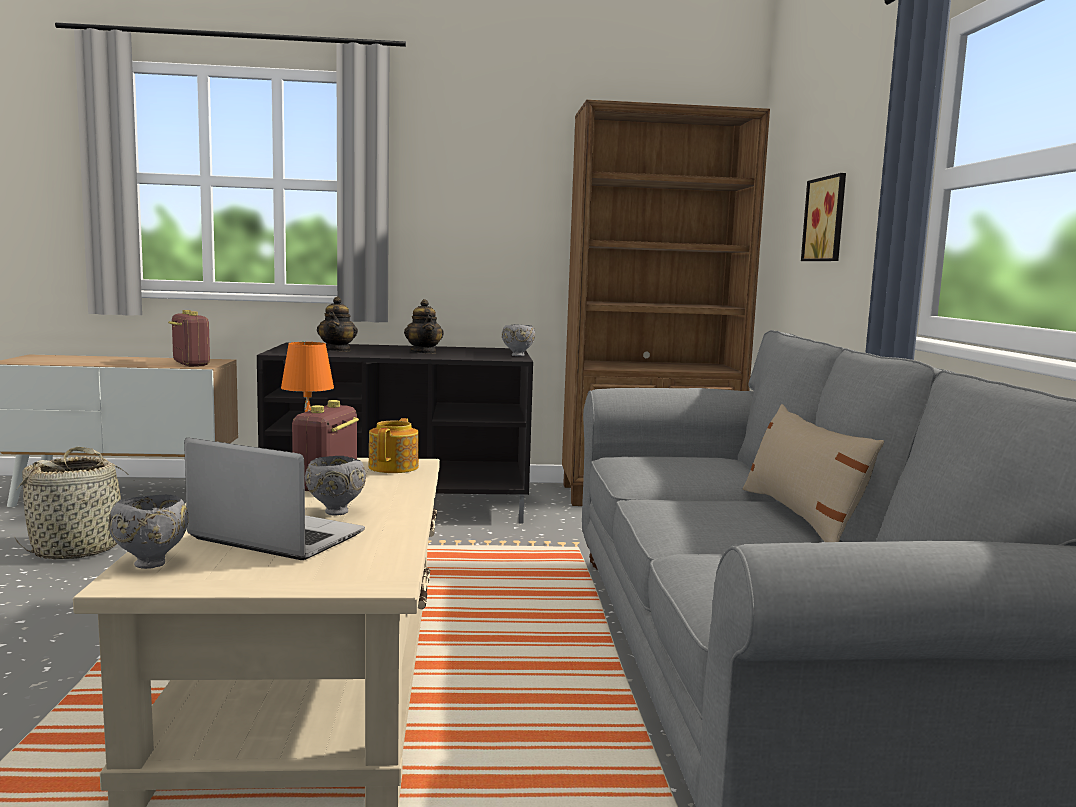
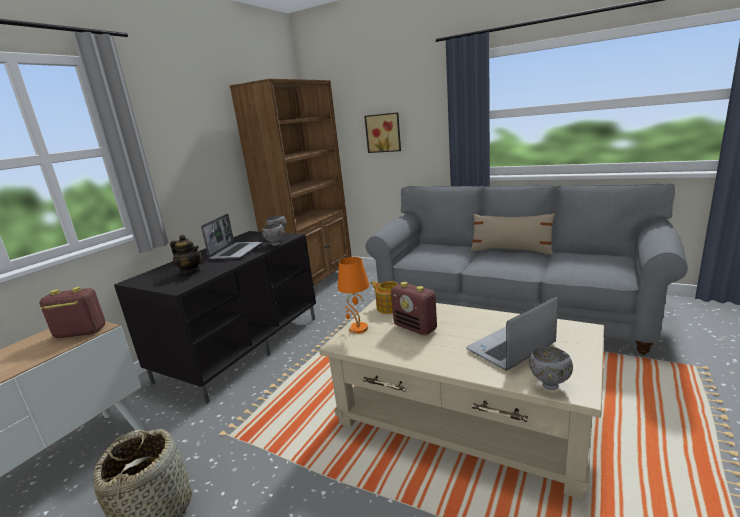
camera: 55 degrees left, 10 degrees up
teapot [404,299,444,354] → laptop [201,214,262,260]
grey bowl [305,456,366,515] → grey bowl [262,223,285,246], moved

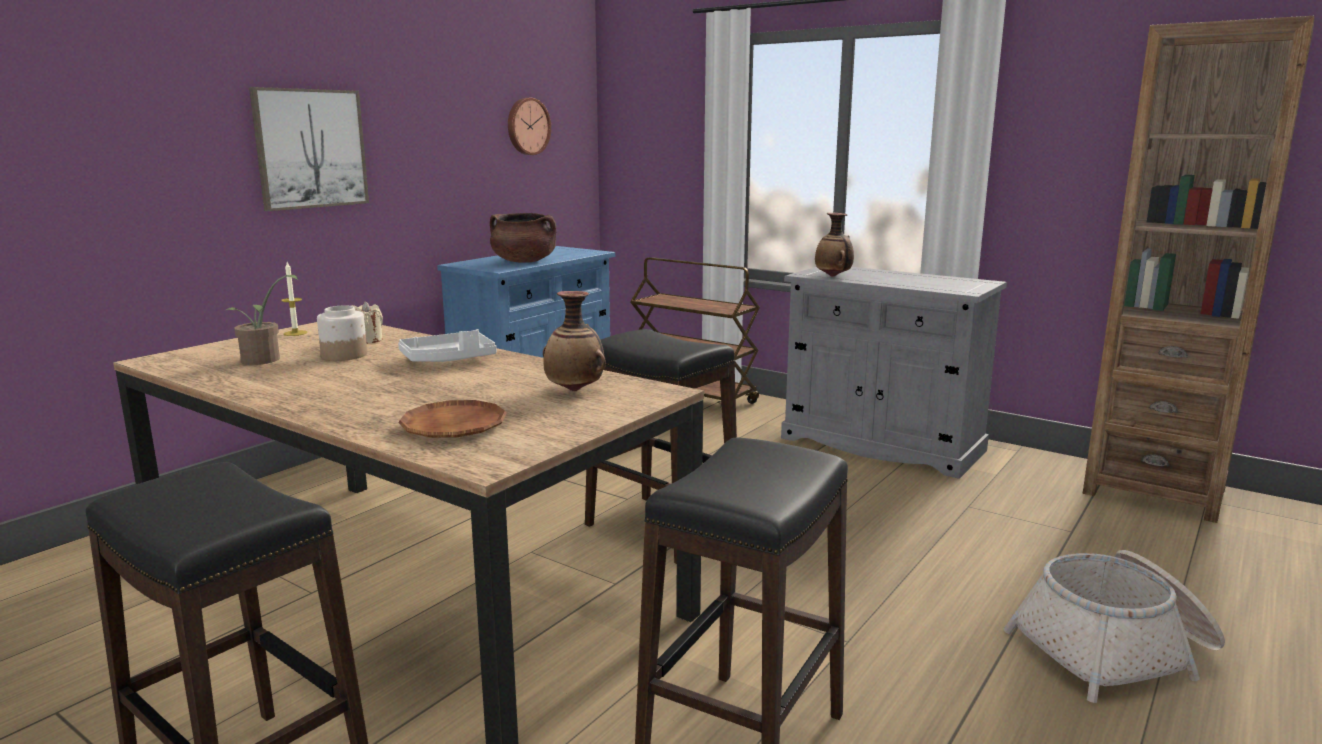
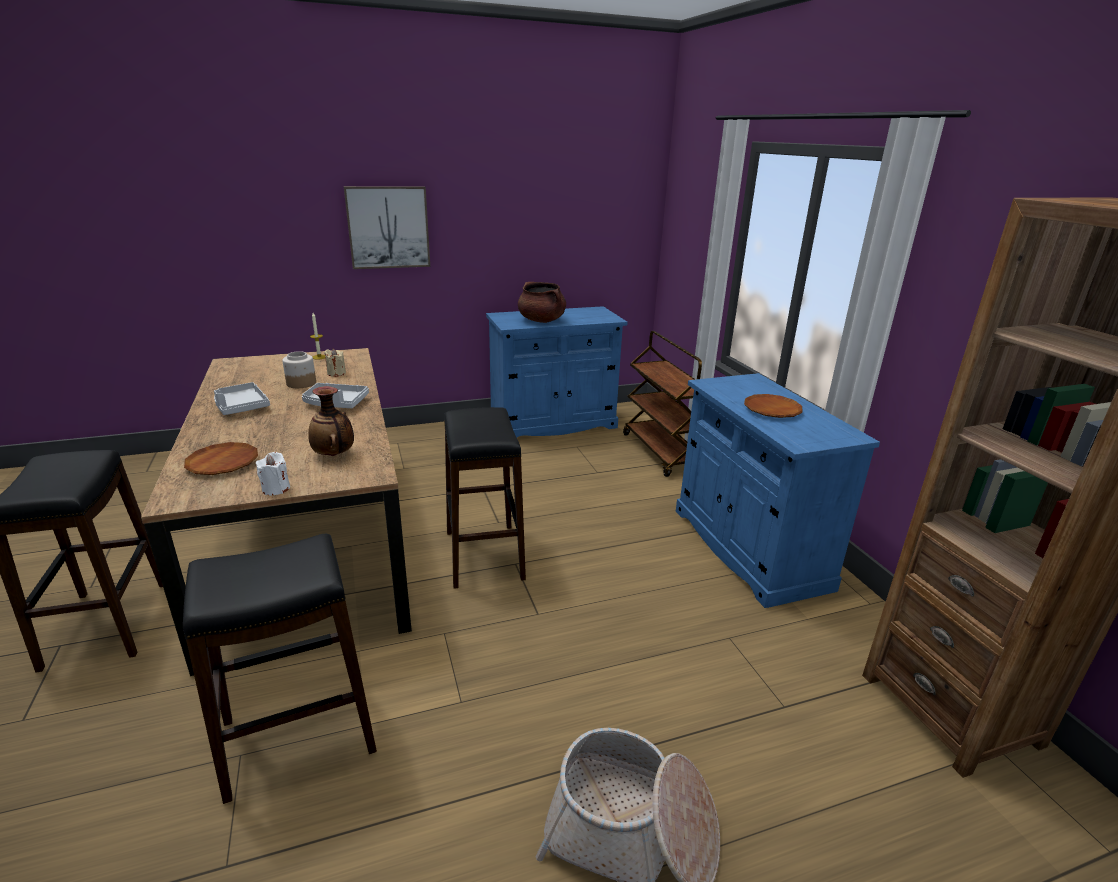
camera: 35 degrees right, 10 degrees up
wall clock [508,98,551,155] → -
vase [815,213,854,277] → -
grey cabinet [781,267,1007,479] → blue cabinet [676,373,880,608]
potted plant [226,275,299,365] → -
- → grey tray [214,382,270,415]
- → brown plate [744,394,802,418]
- → white candle [256,452,290,495]

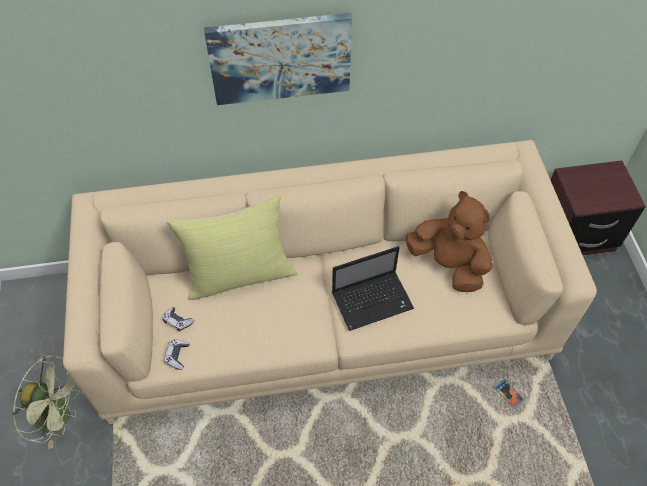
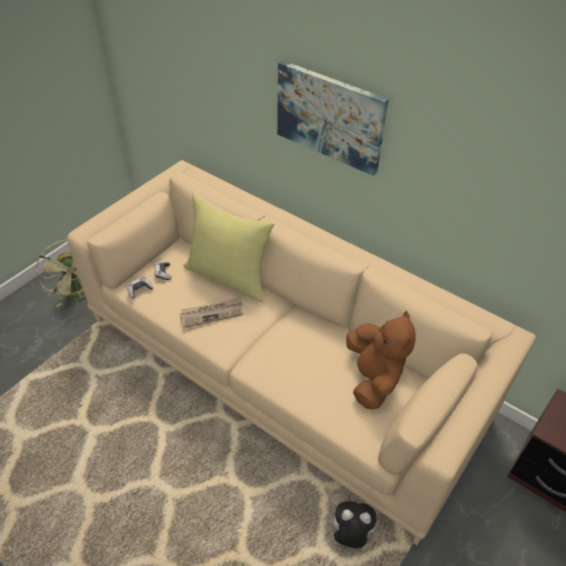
camera: 45 degrees right, 10 degrees down
laptop [332,246,414,331] → -
phone [494,379,524,409] → plush toy [328,501,376,548]
- → newspaper [180,297,244,328]

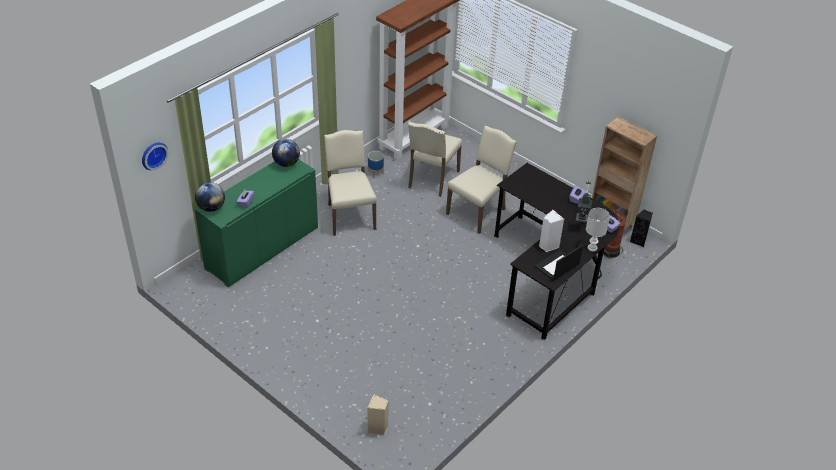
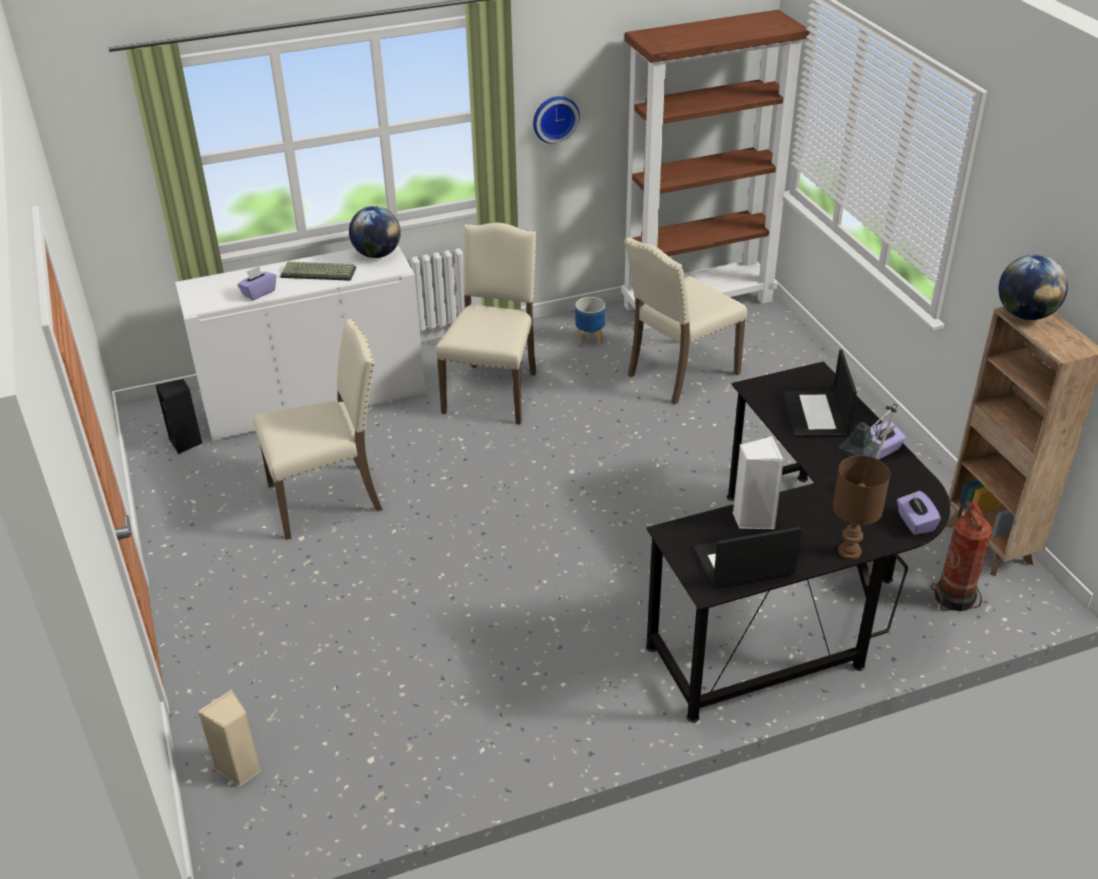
camera: 30 degrees right, 5 degrees down
beige chair [446,125,517,234] → beige chair [253,319,383,540], moved
wall clock [142,142,169,170] → wall clock [533,96,580,144], moved
green cabinet [195,159,318,287] → white cabinet [175,245,426,441]
globe [195,182,225,212] → globe [998,255,1068,320], moved
white table lamp [586,208,610,251] → brown table lamp [833,455,890,560]
black speaker [630,209,653,247] → black speaker [156,379,202,454], moved
- → keyboard [280,261,356,281]
- → laptop [783,349,857,438]

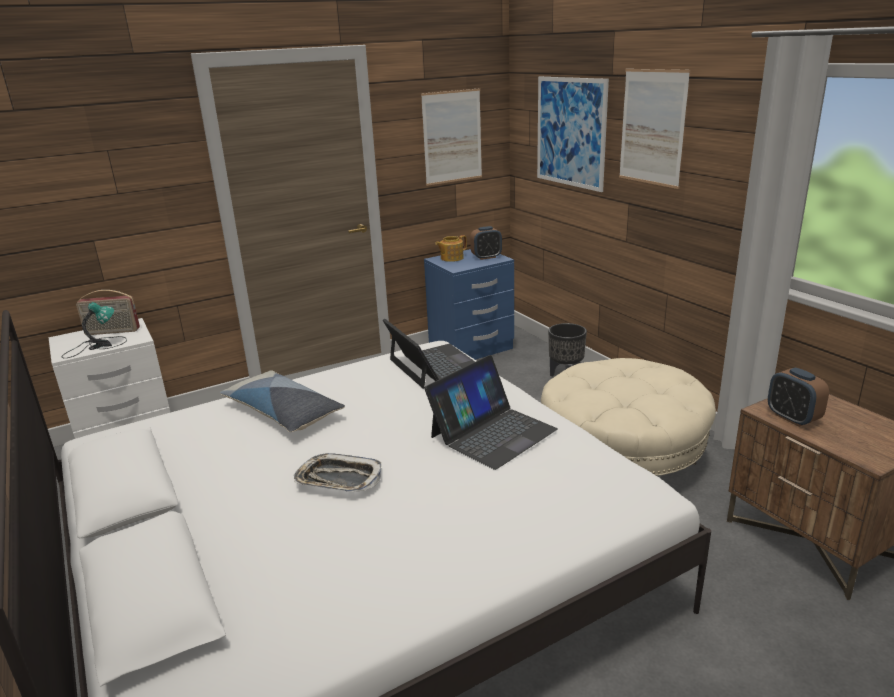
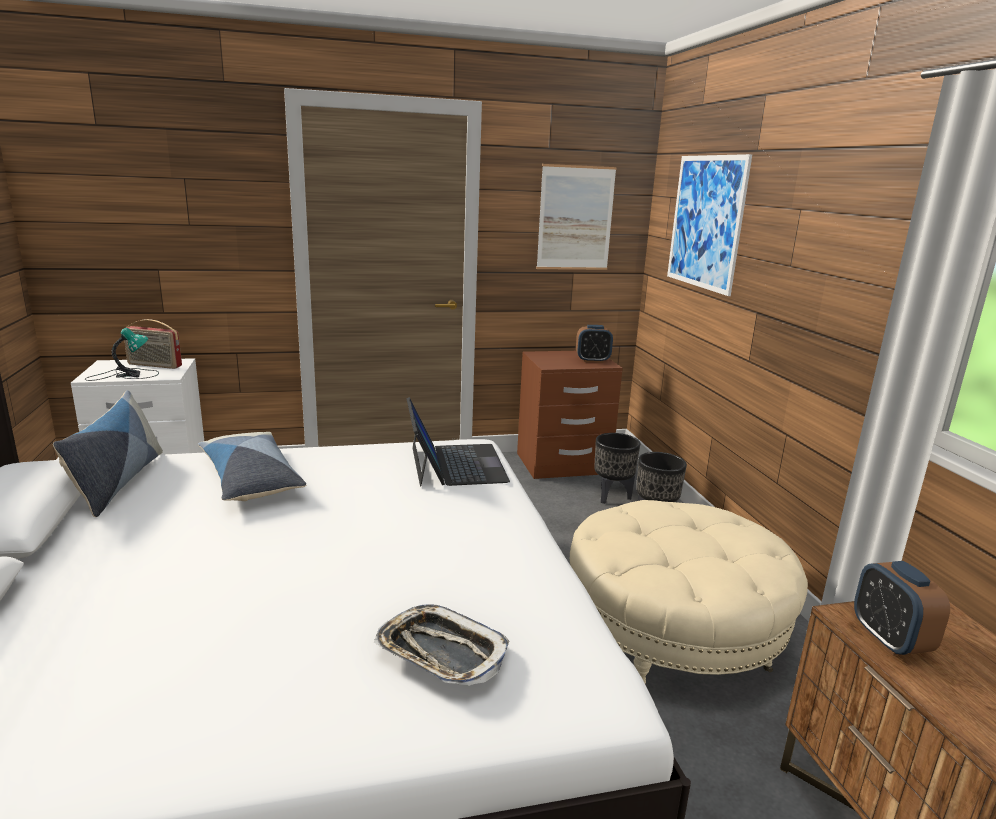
camera: 15 degrees right, 5 degrees down
picture [619,69,690,189] → -
teapot [435,235,467,262] → -
blue nightstand [424,249,514,360] → brown nightstand [517,351,623,479]
laptop [424,355,557,470] → -
tray [294,453,381,492] → tray [374,604,510,686], moved
- → pillow [53,390,163,517]
- → black planter [594,433,640,504]

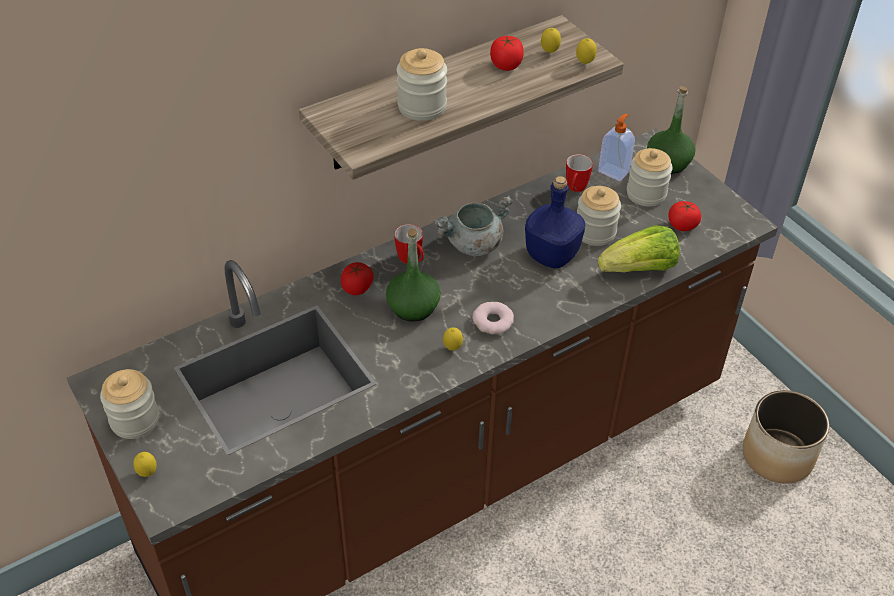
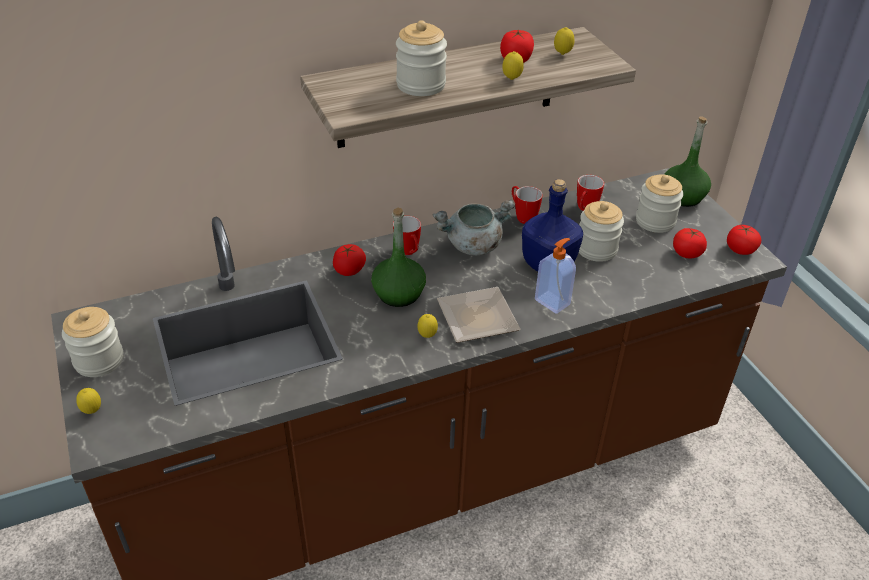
camera: 10 degrees right, 5 degrees down
lemon [576,38,597,64] → lemon [502,51,524,80], moved
soap dispenser [598,114,635,181] → soap dispenser [535,238,576,314], moved
lettuce [598,225,680,272] → -
donut [472,302,514,334] → plate [437,287,520,343]
planter [743,390,829,483] → -
- → mug [512,186,543,224]
- → tomato [727,225,761,255]

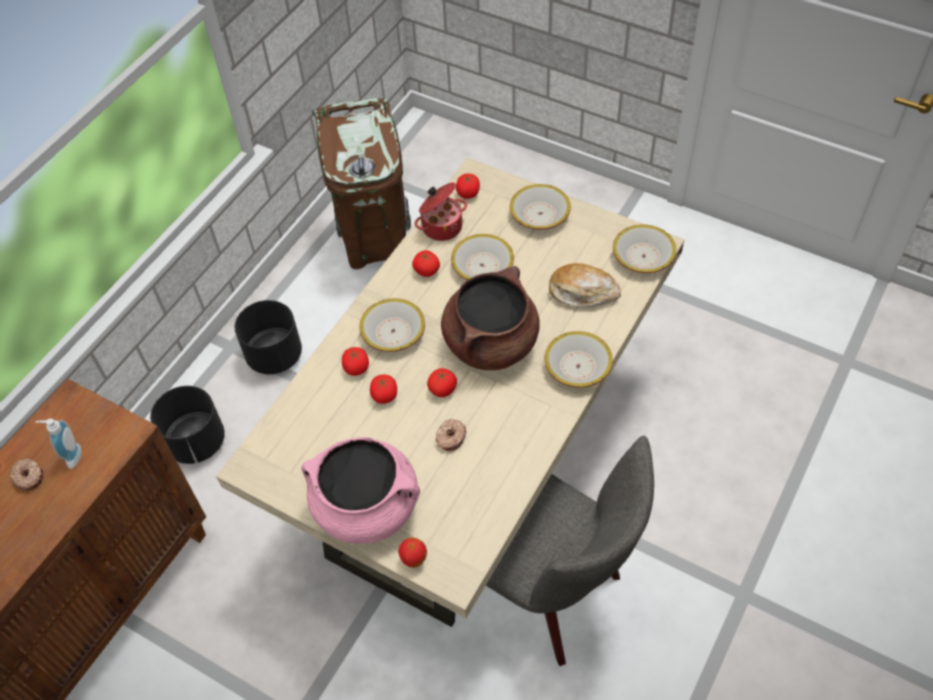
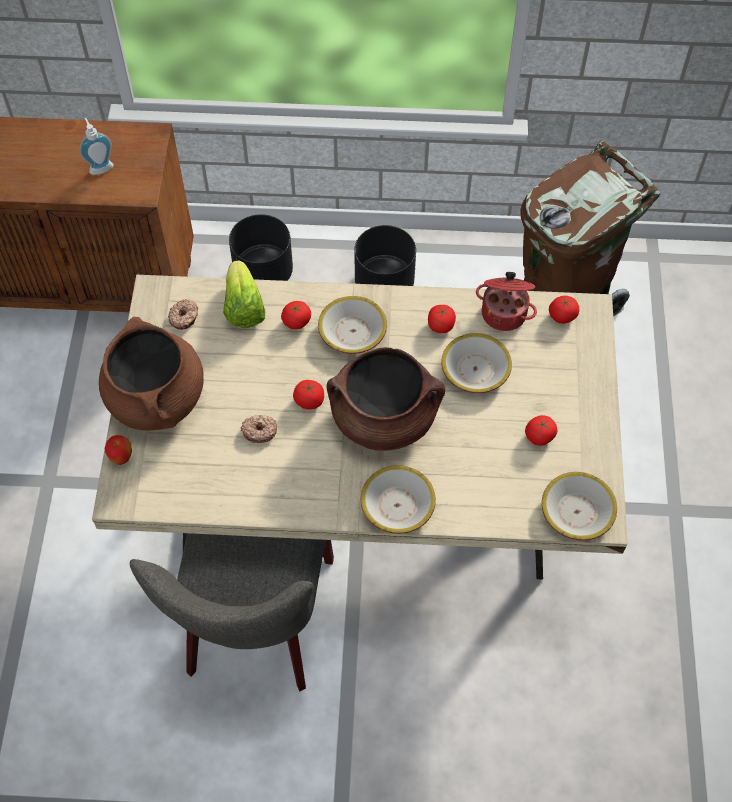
camera: 60 degrees right, 5 degrees up
bowl [510,184,571,230] → -
bread [549,263,621,307] → -
tomato [370,374,397,404] → tomato [525,415,557,446], moved
pink cooking pot [301,437,420,544] → brown cooking pot [99,317,204,430]
donut [11,459,43,490] → donut [168,299,198,330], moved
- → lettuce [223,260,265,328]

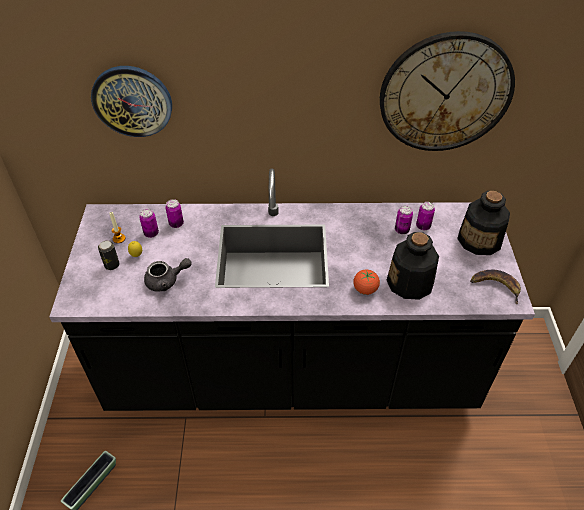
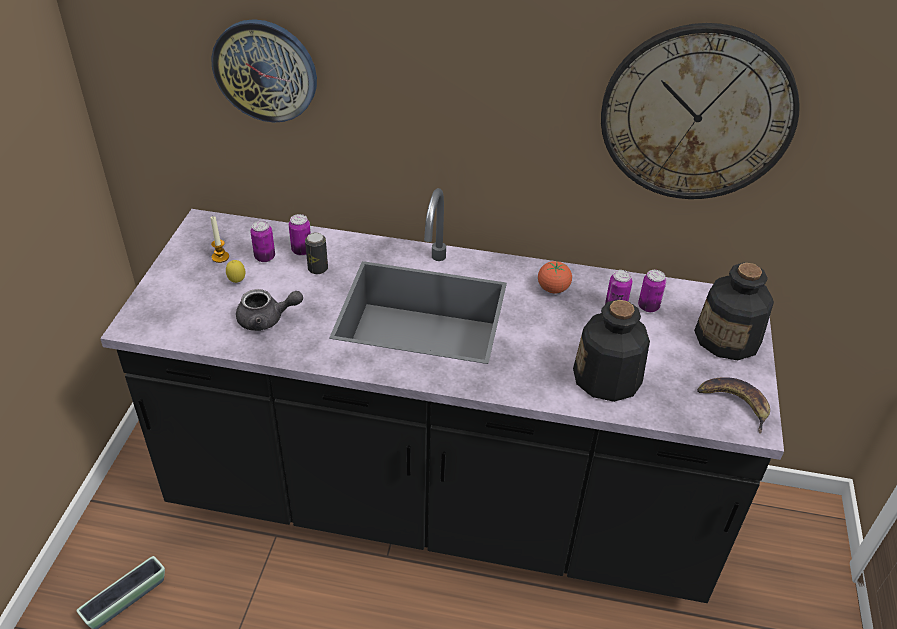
camera: 10 degrees right, 5 degrees down
can [98,241,120,270] → can [305,232,328,274], moved
tomato [353,269,380,295] → tomato [538,261,572,294], moved

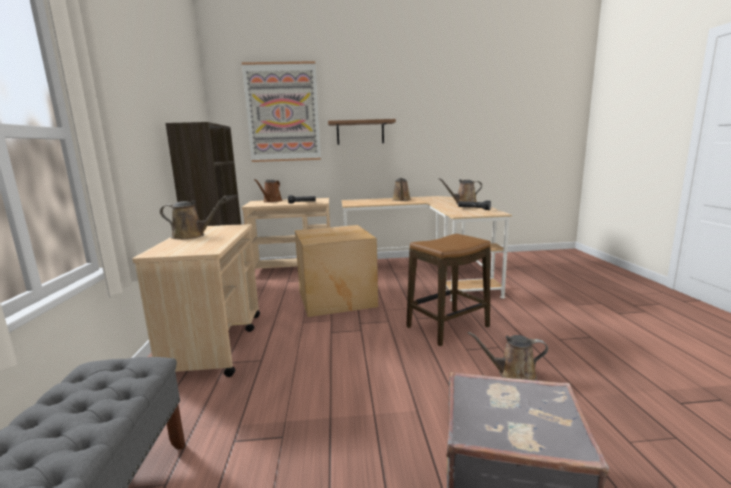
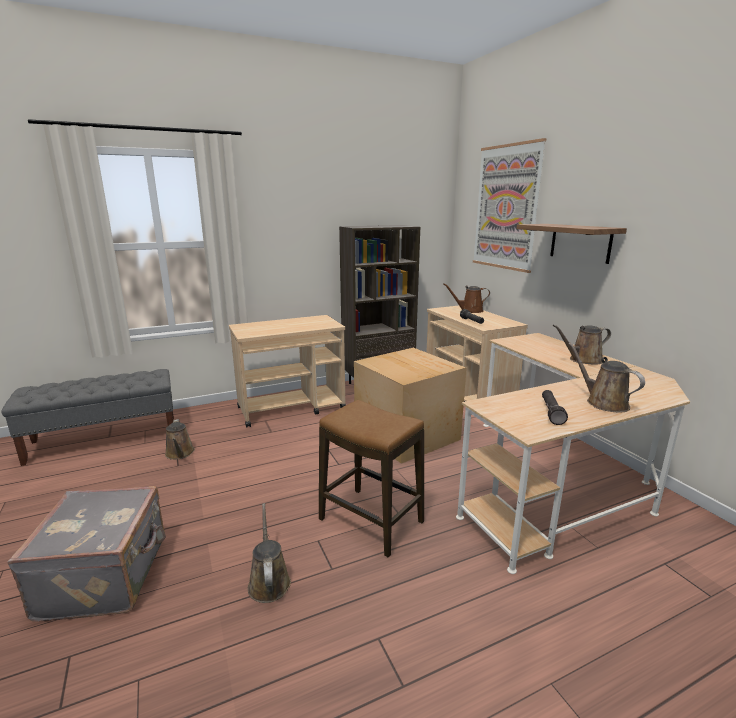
camera: 70 degrees right, 5 degrees up
brown watering can [160,196,227,240] → brown watering can [165,419,195,460], moved

